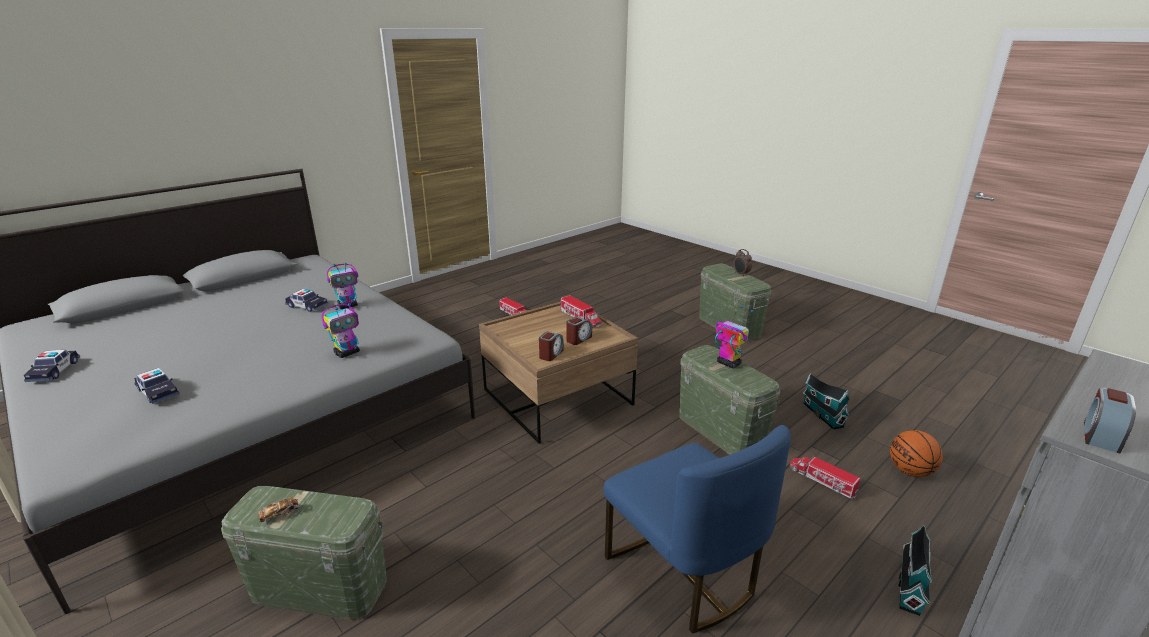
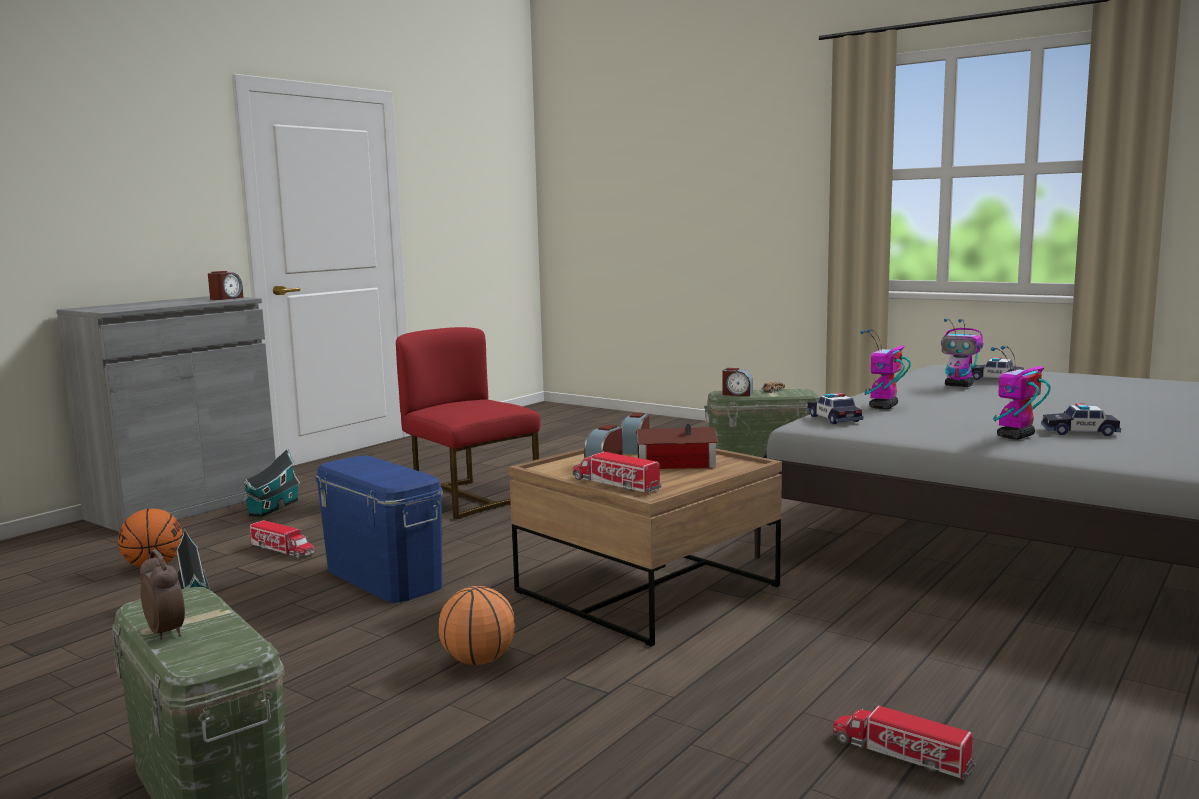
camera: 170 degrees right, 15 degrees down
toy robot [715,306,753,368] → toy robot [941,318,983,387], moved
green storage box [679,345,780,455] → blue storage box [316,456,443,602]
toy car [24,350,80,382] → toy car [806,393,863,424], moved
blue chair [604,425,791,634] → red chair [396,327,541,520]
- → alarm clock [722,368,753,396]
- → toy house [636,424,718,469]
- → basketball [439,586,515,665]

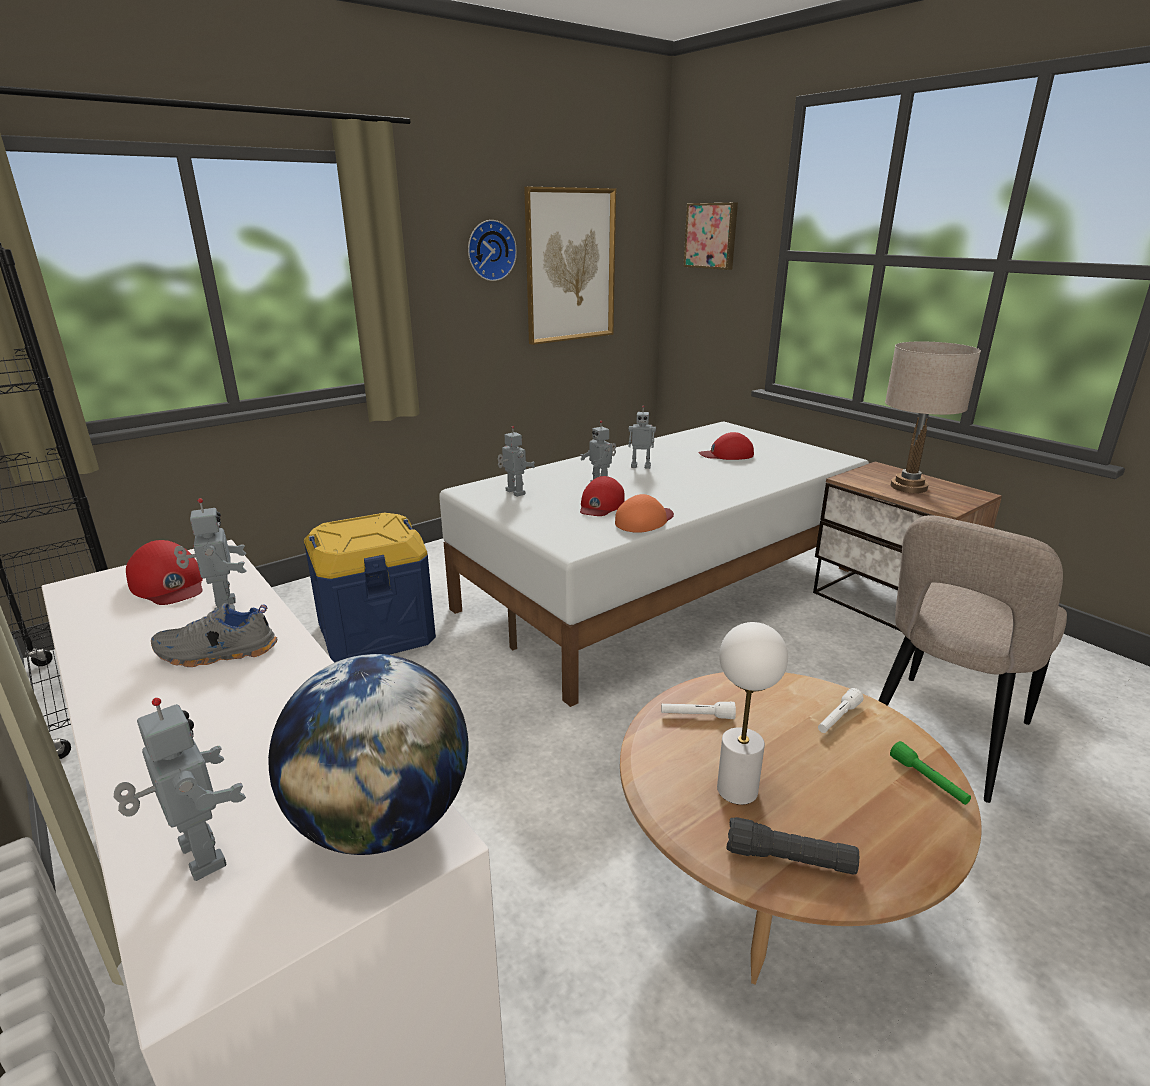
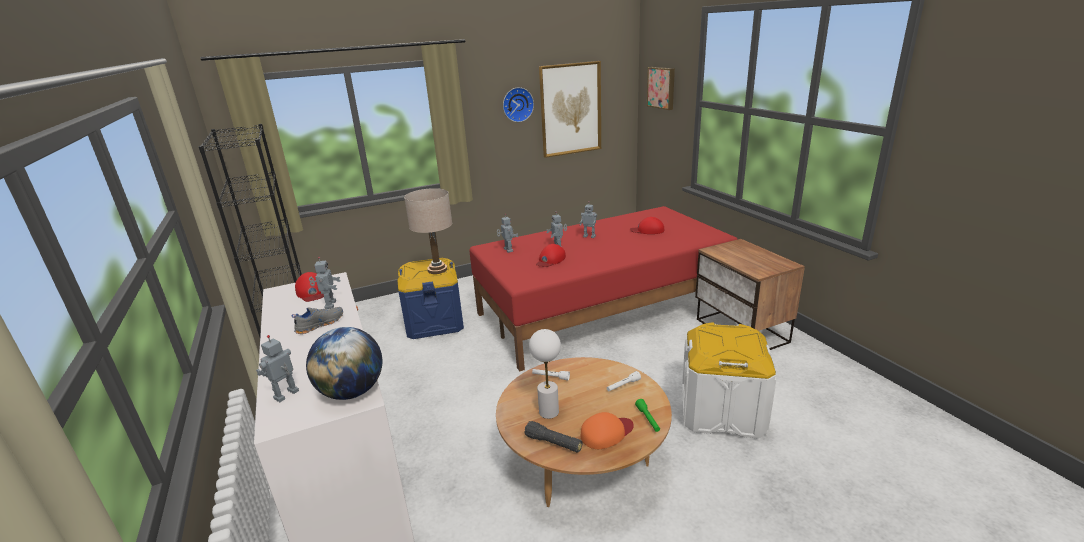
camera: 15 degrees right, 0 degrees up
beige table lamp [885,342,981,493] → beige table lamp [404,188,452,274], moved
white bed [439,421,869,707] → red bed [469,206,738,371]
orange cap [615,494,674,533] → orange cap [581,412,634,449], moved
beige chair [878,515,1067,803] → white storage box [682,322,776,439]
grey shoe [151,603,277,667] → grey shoe [291,307,343,334], 135 degrees clockwise
toy robot [114,698,246,881] → toy robot [256,335,299,402], 120 degrees counterclockwise

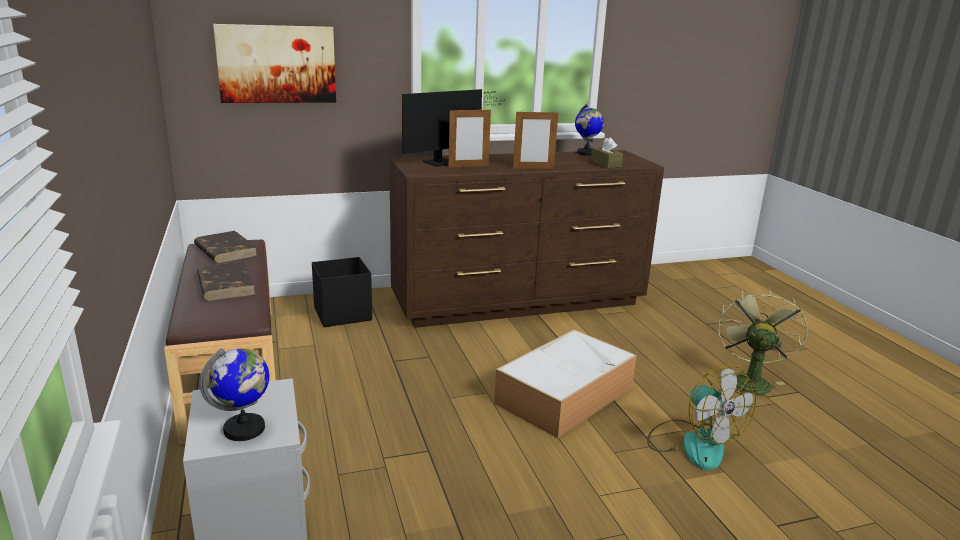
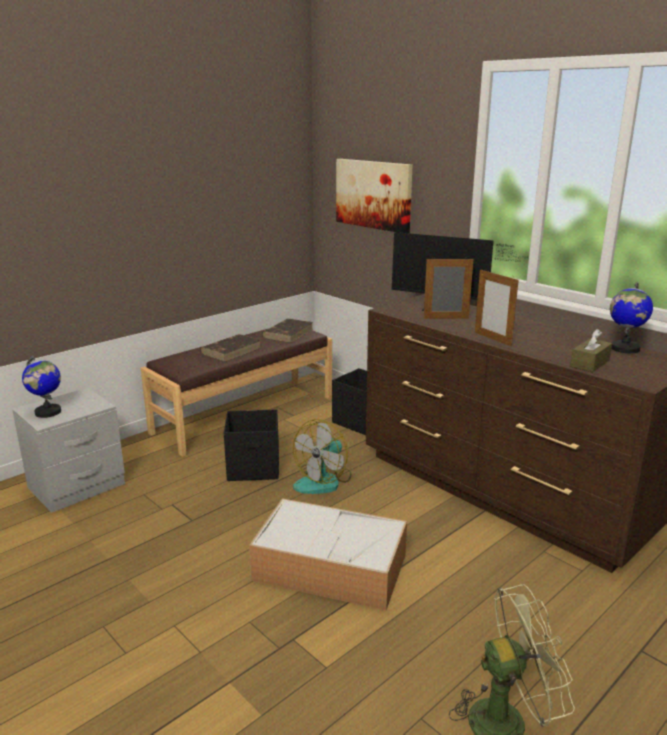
camera: 65 degrees right, 0 degrees up
picture frame [449,108,491,167] → picture frame [424,257,473,319], 135 degrees clockwise
fan [647,365,756,470] → fan [293,419,352,494], moved
- → black storage box [224,409,279,481]

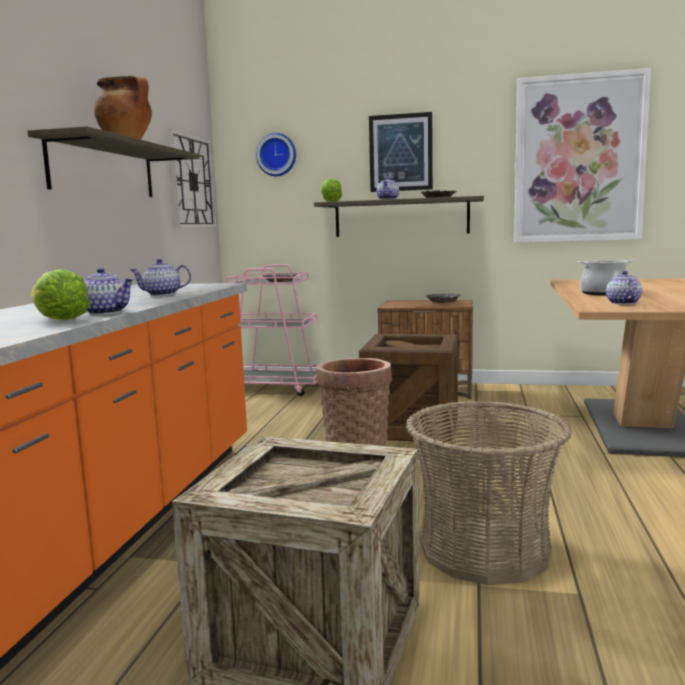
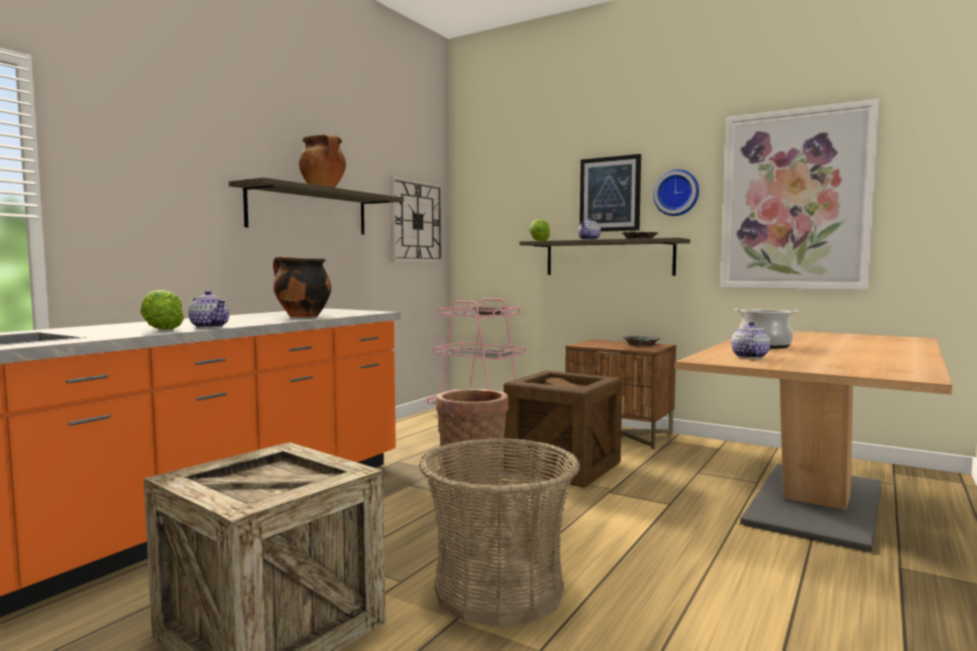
camera: 20 degrees right, 5 degrees down
wall clock [256,133,296,176] → wall clock [653,169,699,216], moved
teapot [130,259,191,296] → cooking pot [273,256,331,318]

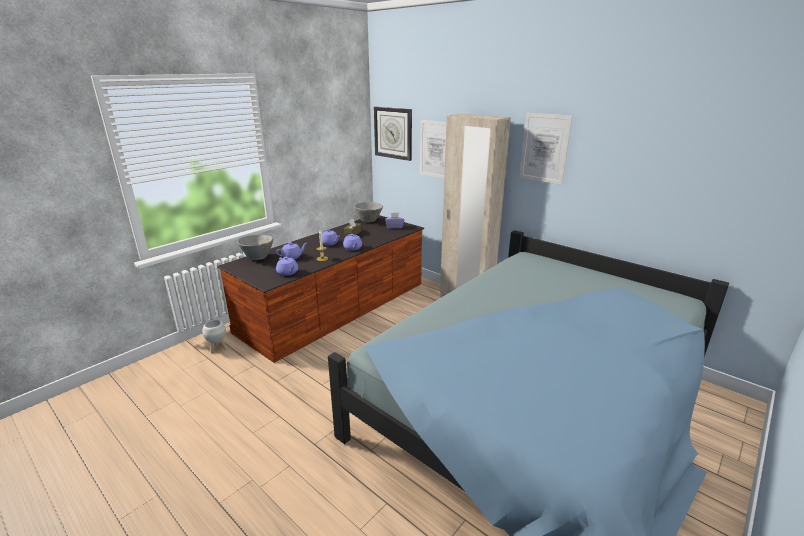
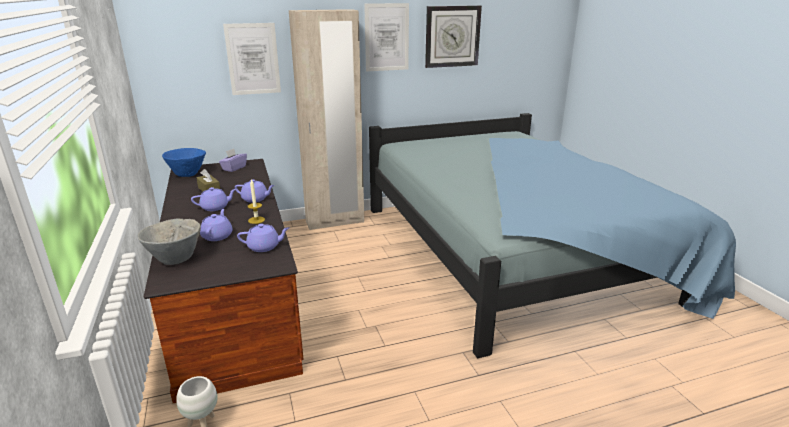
camera: 60 degrees left, 0 degrees up
wall clock [374,107,412,161] → wall clock [425,6,482,68], moved
grey bowl [354,202,383,222] → blue bowl [162,148,206,177]

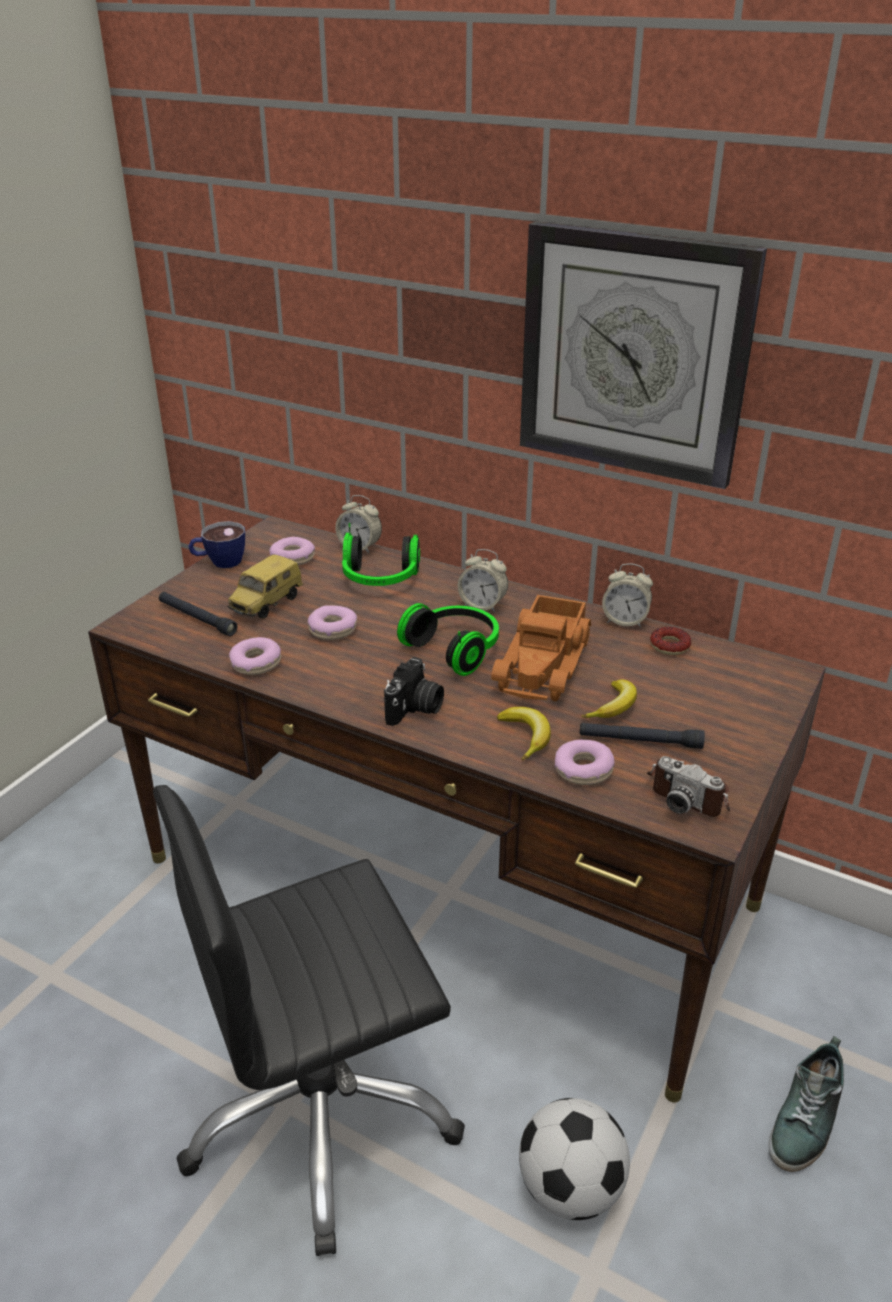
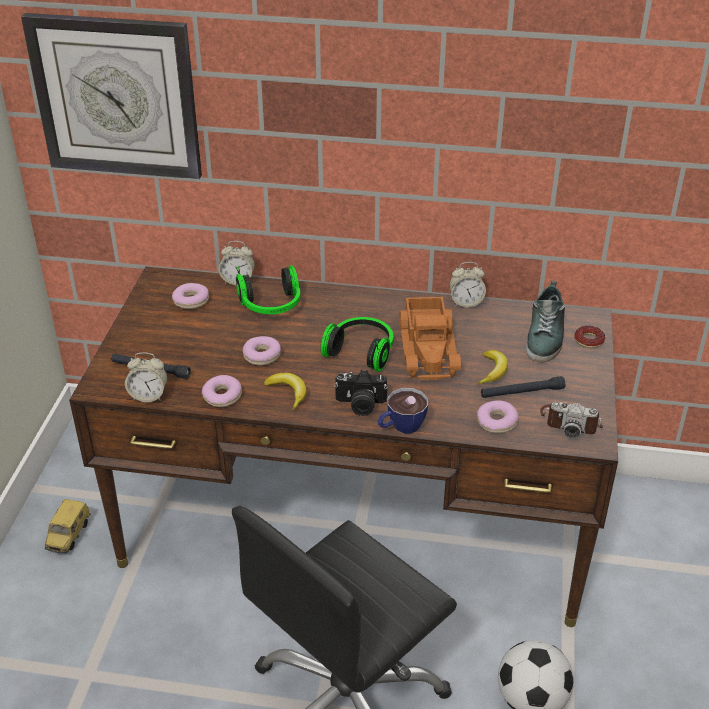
camera: 20 degrees left, 5 degrees up
wall clock [520,221,767,489] → wall clock [21,13,202,179], moved
cup [188,521,245,568] → cup [378,388,428,434], moved
alarm clock [458,549,508,613] → alarm clock [125,352,167,402], moved
toy car [228,554,303,619] → toy car [45,499,91,553], moved
donut [650,627,691,655] → donut [574,326,605,348], moved
photo camera [384,657,444,726] → photo camera [334,370,388,416], 90 degrees clockwise
banana [497,707,551,760] → banana [264,373,307,410], moved
shoe [768,1036,844,1172] → shoe [526,281,565,363], moved

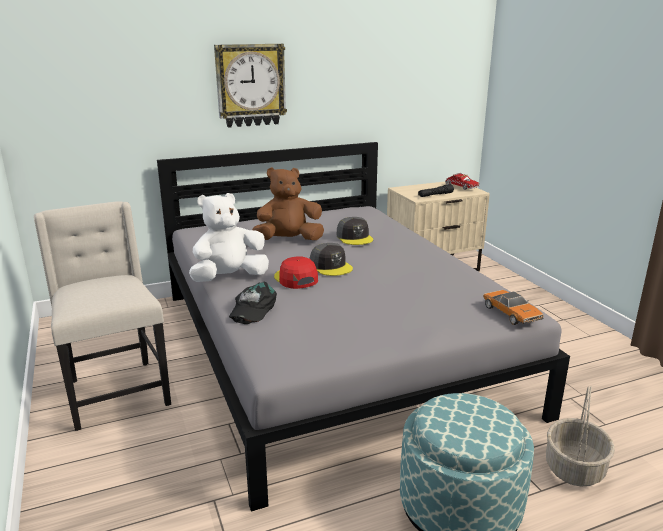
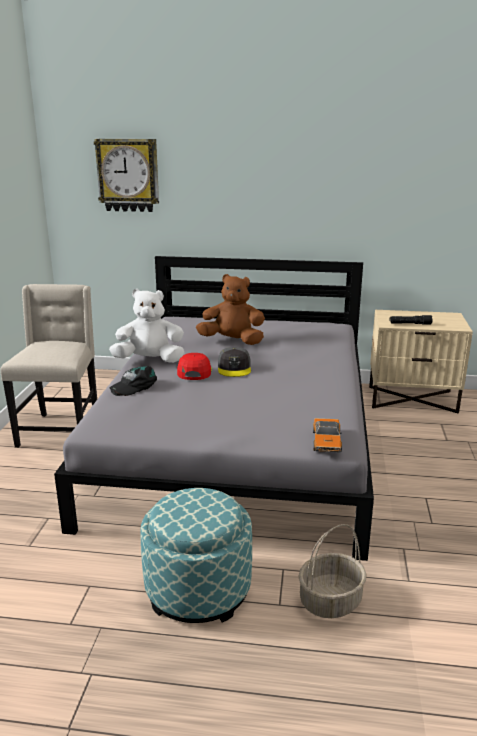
camera: 30 degrees right, 0 degrees up
wall clock [214,44,287,128] → wall clock [94,139,159,212], moved
toy truck [445,173,479,190] → -
grey cap [337,217,373,245] → -

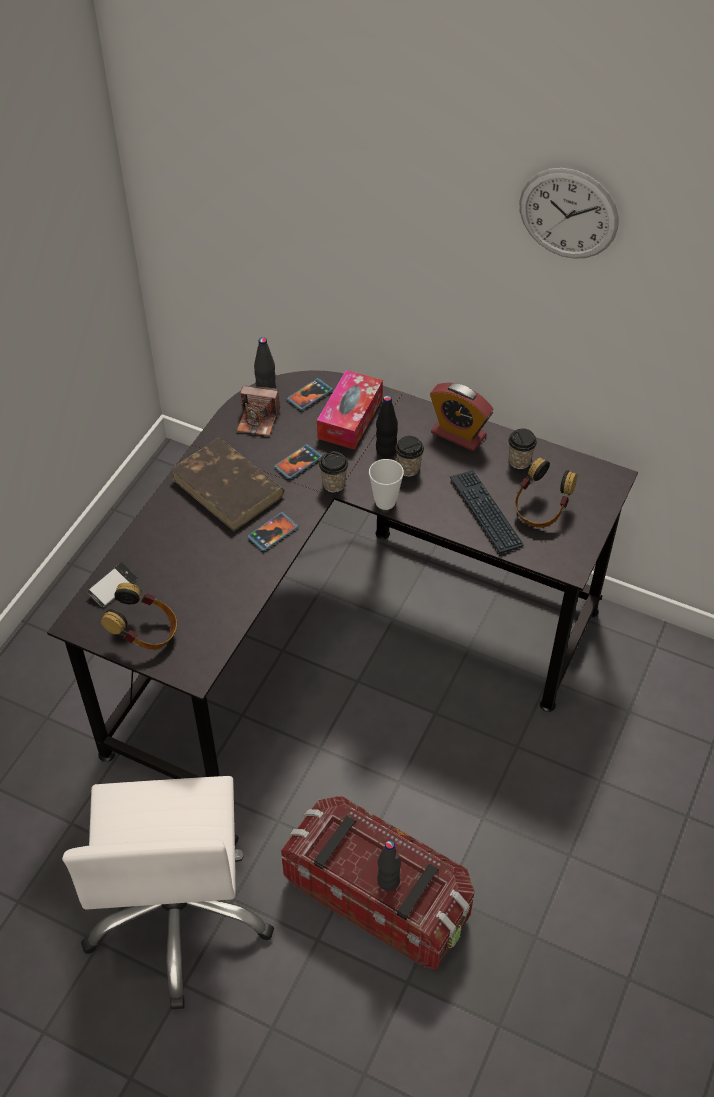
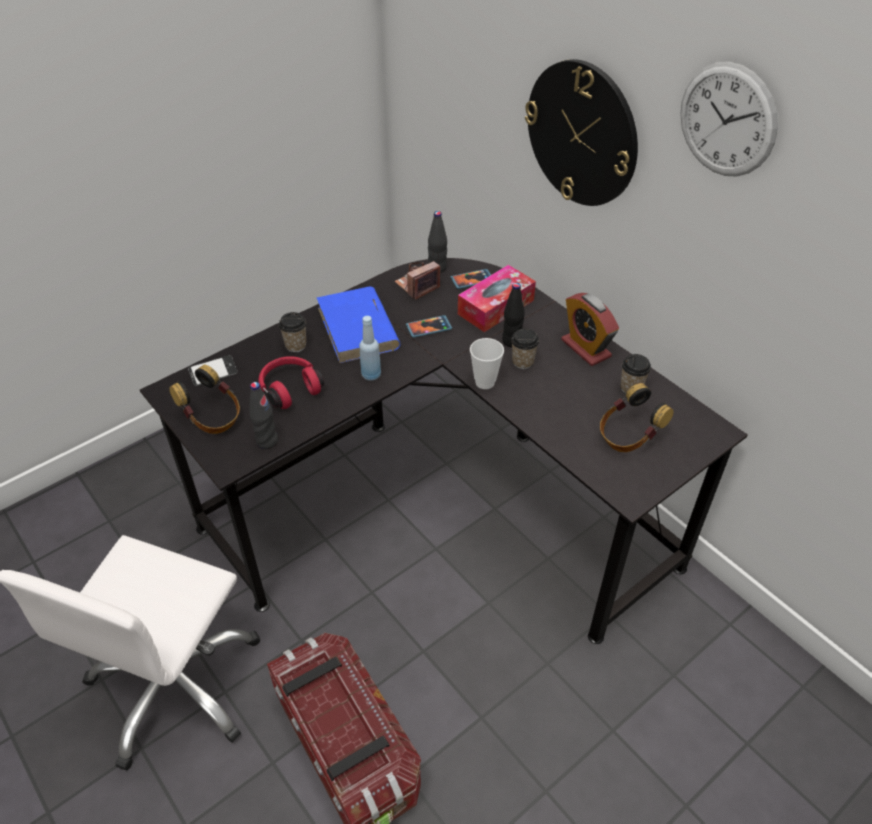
camera: 25 degrees right, 5 degrees down
photo camera [237,386,280,436] → photo camera [394,261,440,300], 105 degrees clockwise
brown book [170,438,284,531] → blue book [317,287,400,363]
cup [319,451,348,492] → cup [279,312,306,352], moved
keyboard [450,470,524,554] → -
phone [247,512,298,551] → blue bottle [359,316,381,381]
black bottle [377,840,401,891] → black bottle [249,382,278,449], moved
- → wall clock [525,59,638,206]
- → red headphones [258,356,324,409]

